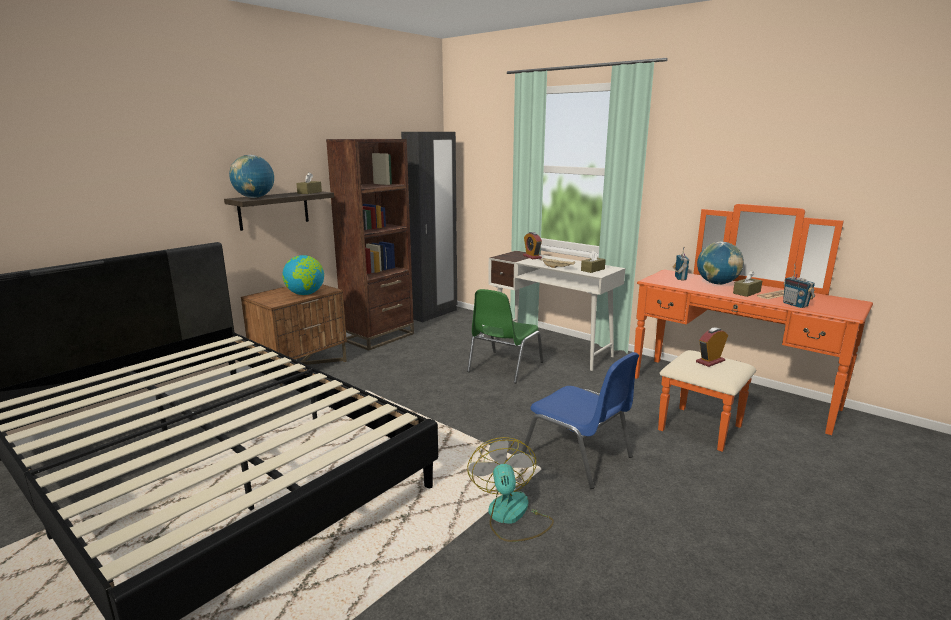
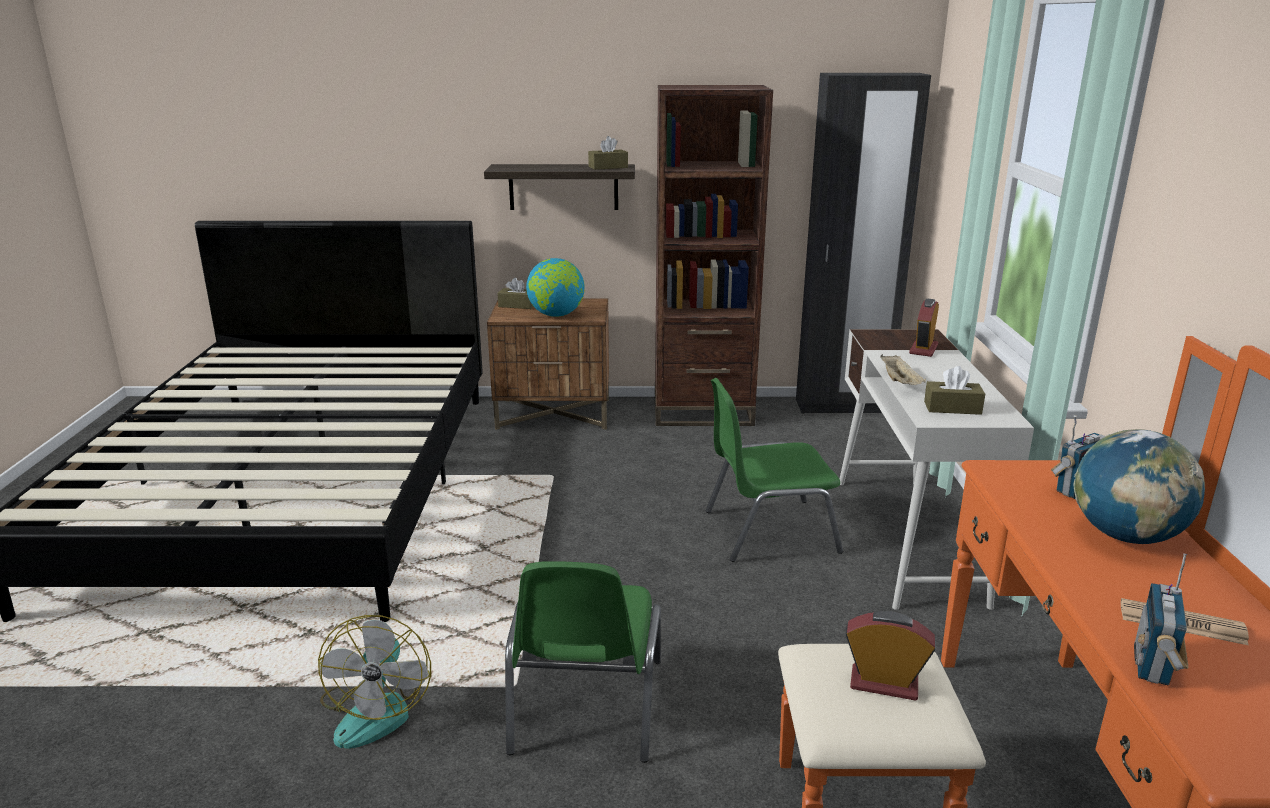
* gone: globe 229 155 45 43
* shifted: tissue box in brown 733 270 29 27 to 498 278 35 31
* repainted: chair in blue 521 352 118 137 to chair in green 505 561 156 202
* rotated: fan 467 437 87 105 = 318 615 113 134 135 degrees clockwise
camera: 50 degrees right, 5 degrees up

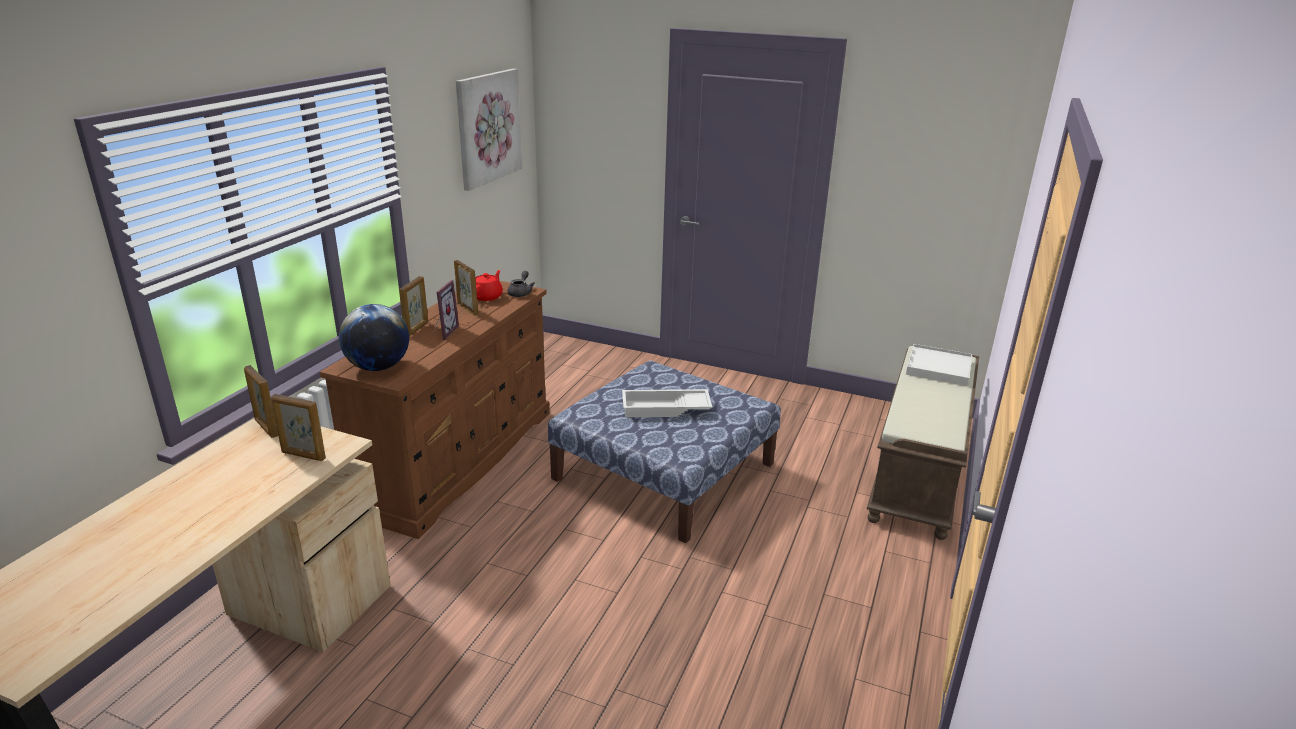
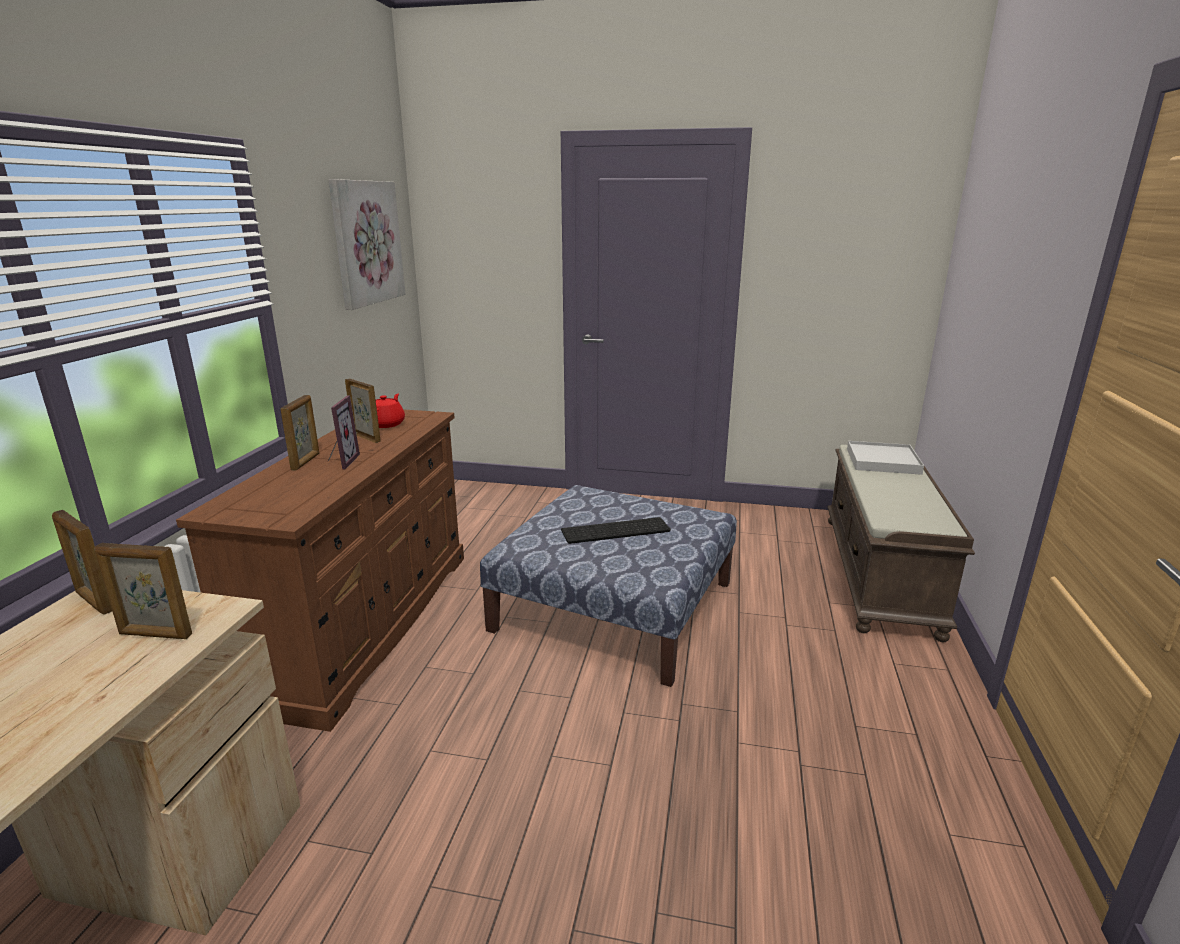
* gone: teapot in grey 507 271 28 26
* gone: globe 339 304 70 67
* swapped: tray in white 622 389 90 28 to keyboard 561 517 110 27
camera: 10 degrees left, 5 degrees down

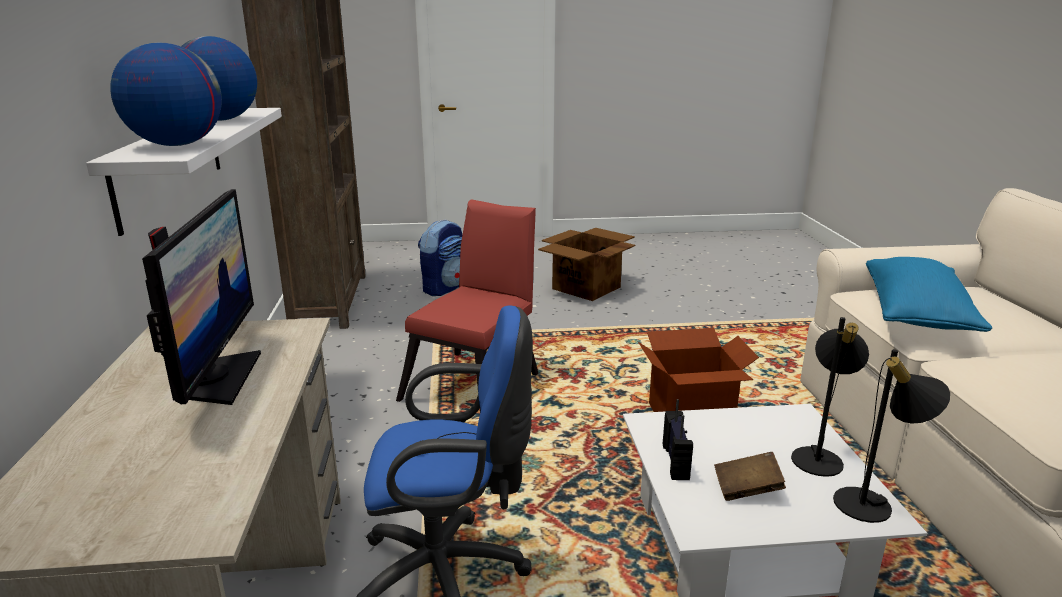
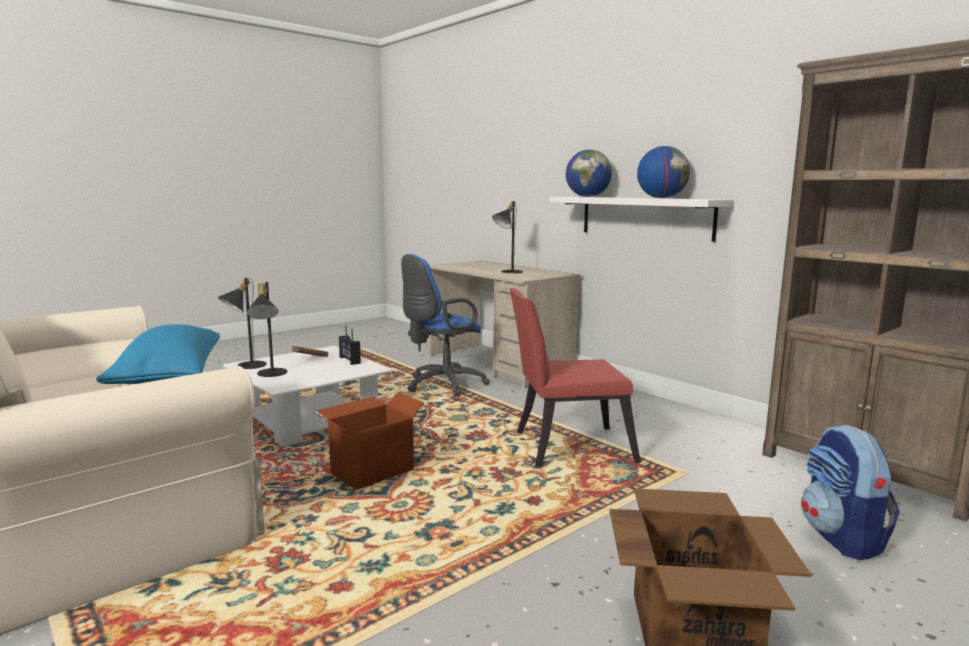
* swapped: monitor 142 189 119 216 to table lamp in black 492 201 31 72
* rotated: chair in red 396 199 143 213 = 510 288 131 179 90 degrees clockwise
camera: 145 degrees right, 10 degrees down

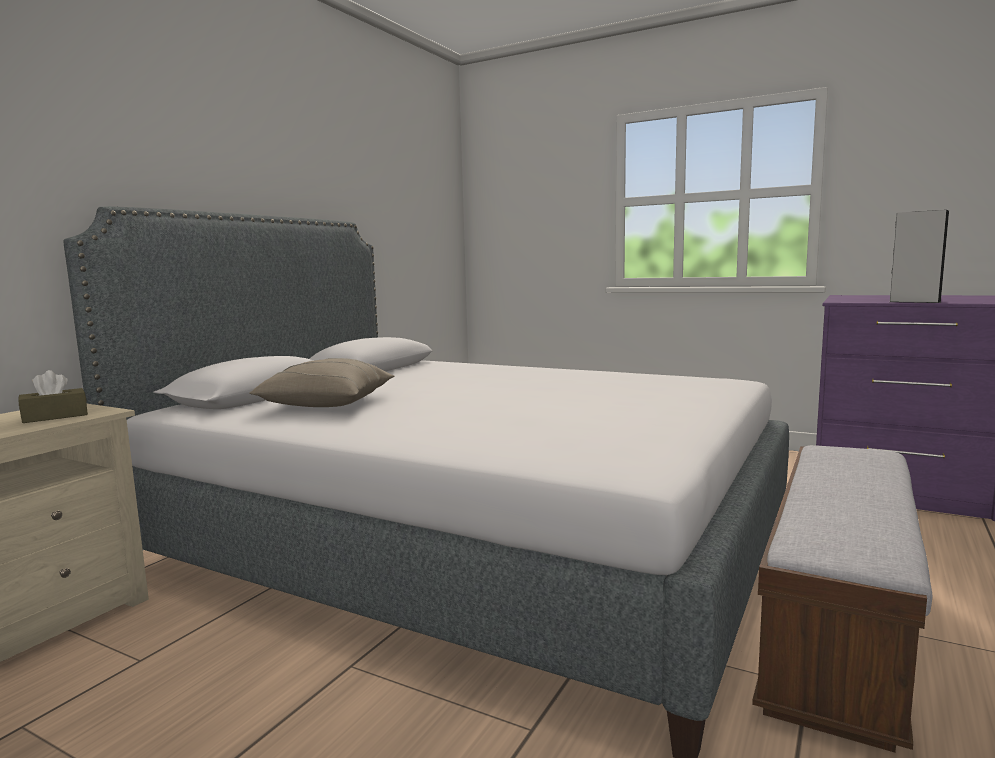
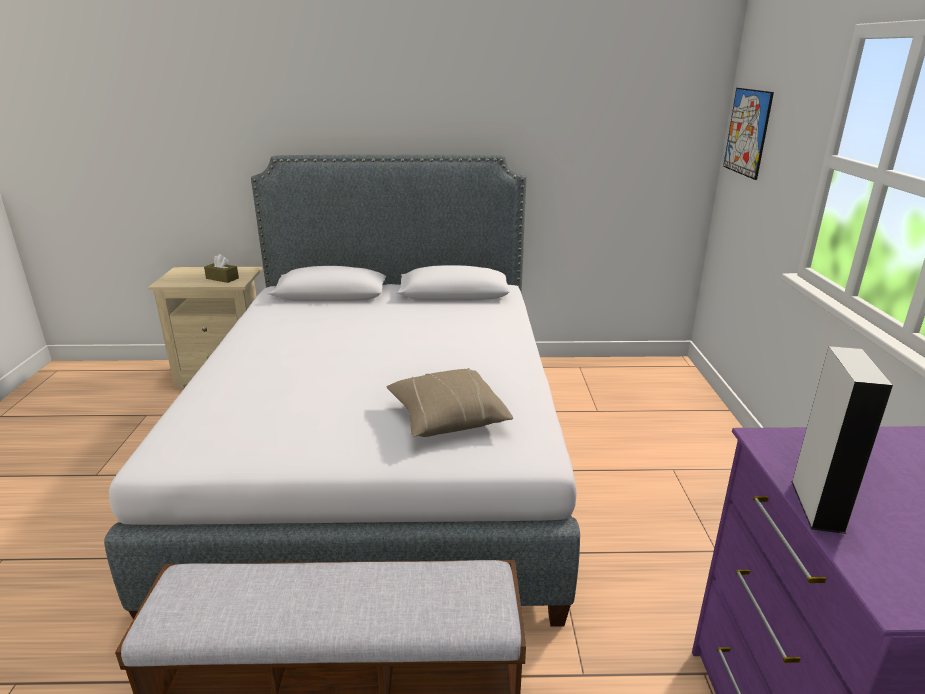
* shifted: pillow in beige 250 358 144 49 to 387 368 126 69
* new: picture 723 88 51 92
camera: 60 degrees right, 15 degrees up

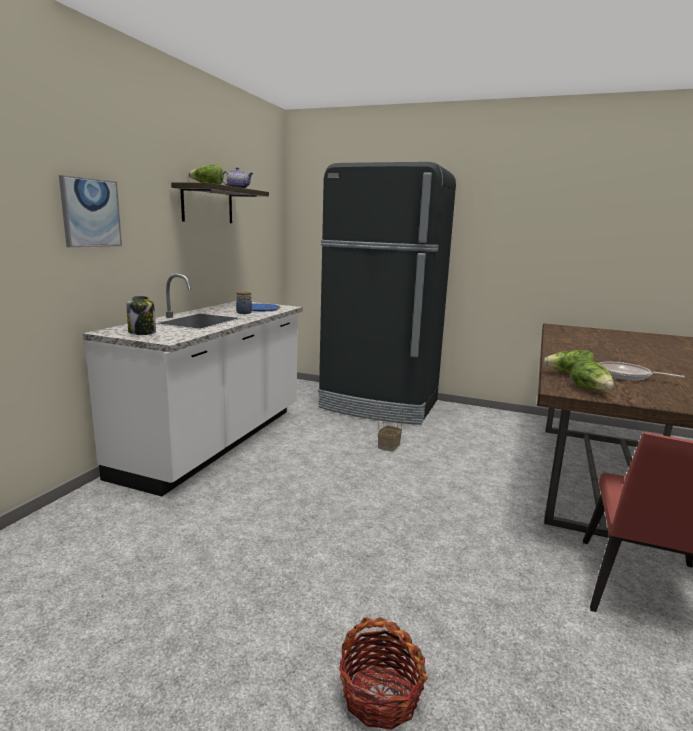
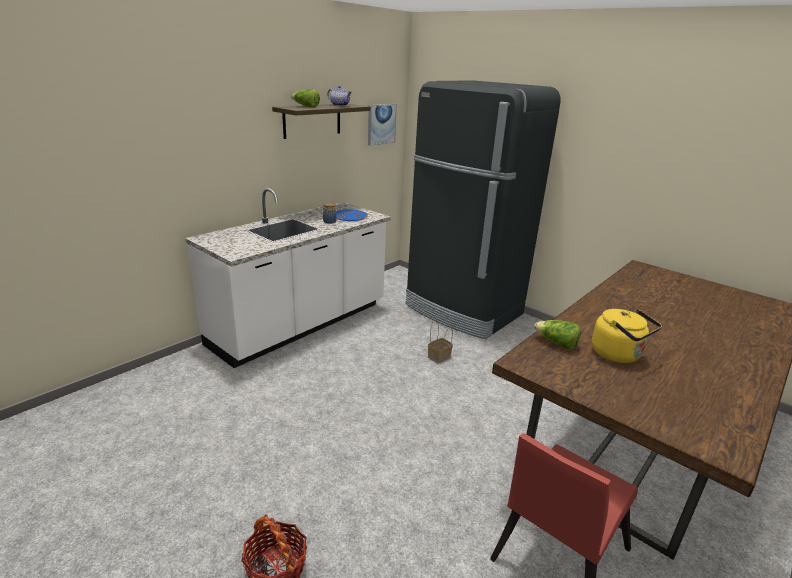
* shifted: picture 59 175 63 72 to 368 104 29 42
* gone: jar 126 296 30 39
* gone: lettuce 571 359 43 31
* swapped: frying pan 599 362 86 18 to kettle in yellow 592 309 70 54
camera: 20 degrees right, 10 degrees up

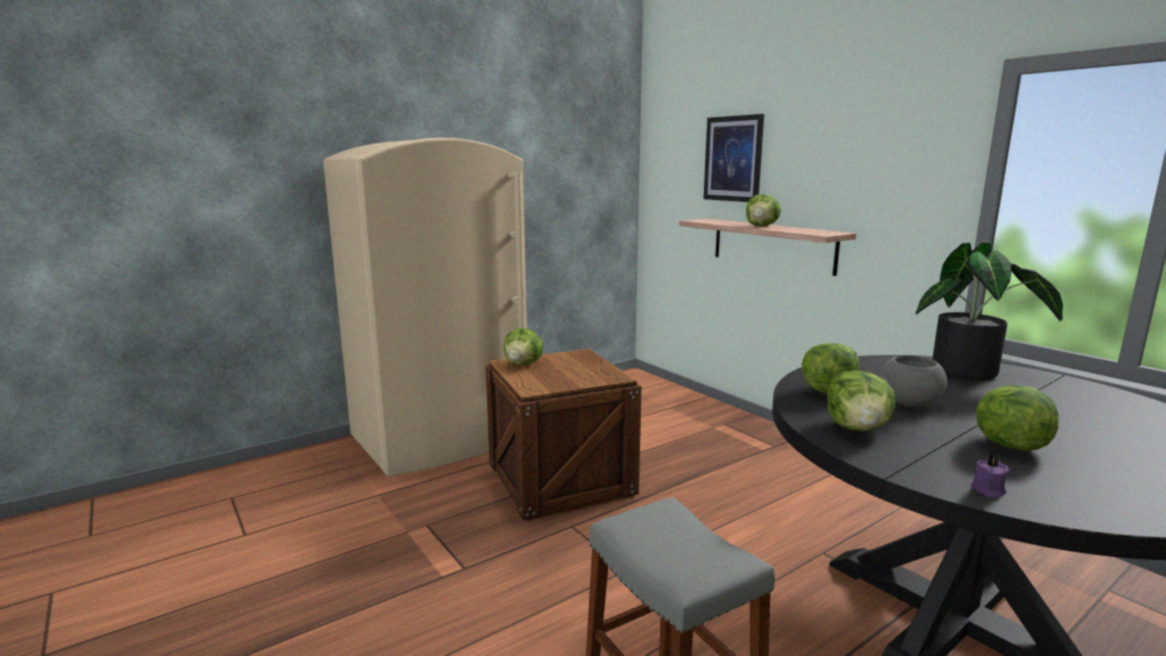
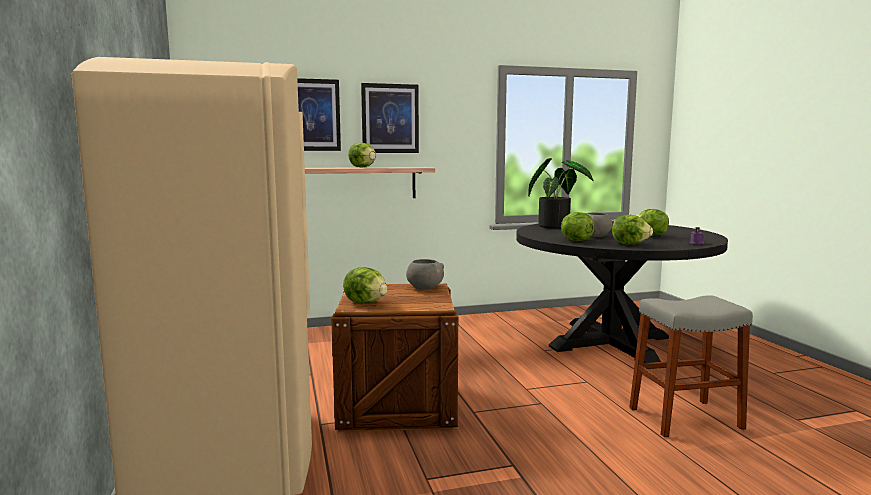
* new: picture 361 83 58 70
* new: bowl in grey 406 259 38 31
camera: 70 degrees left, 5 degrees down

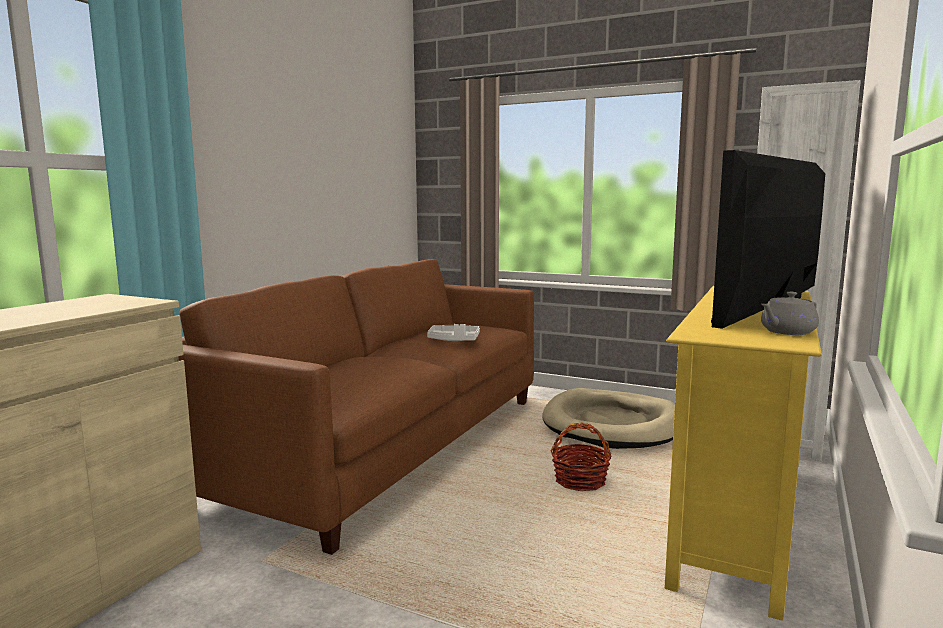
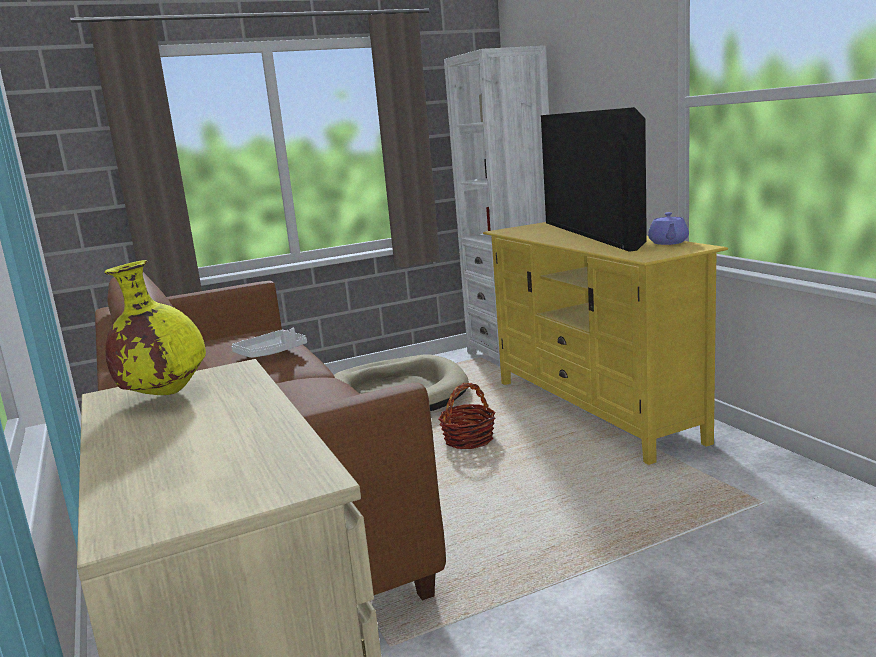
* repainted: teapot in grey 761 292 58 43 to teapot in purple 648 212 41 33
* new: vase in yellow 104 260 102 135
camera: 50 degrees left, 5 degrees up

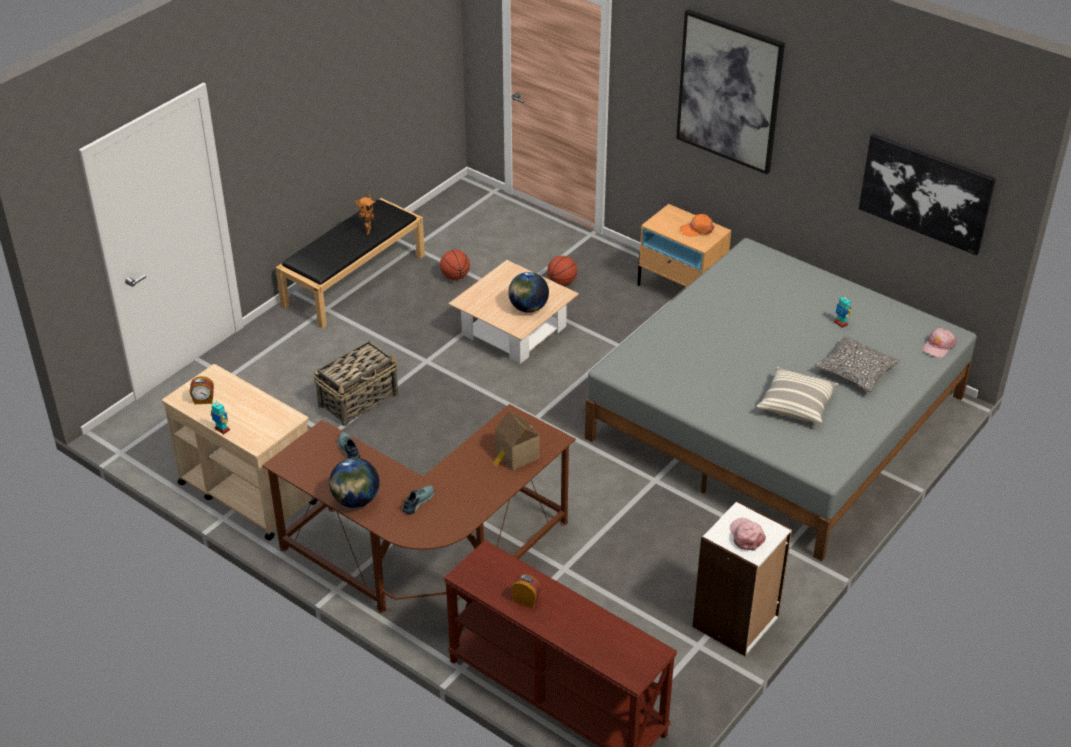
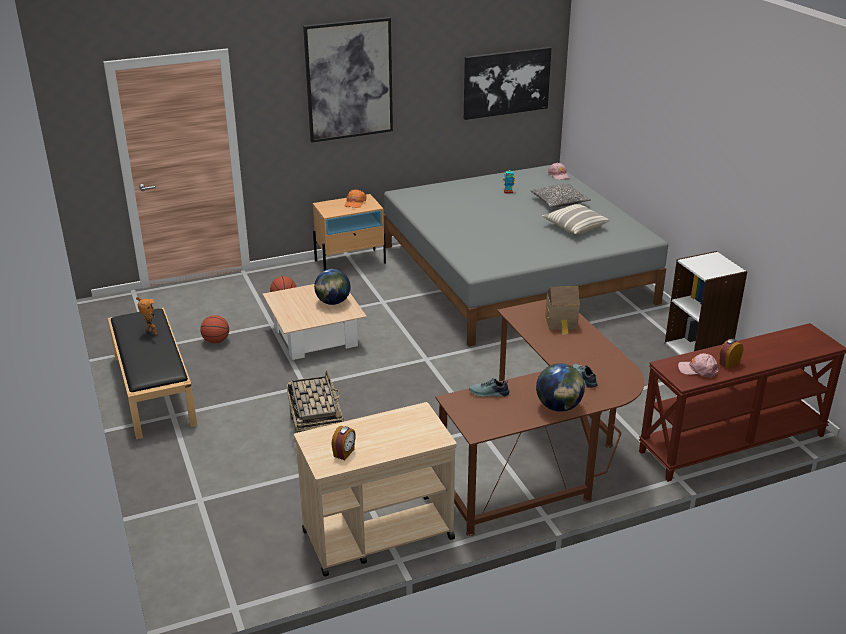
* gone: toy robot 210 401 20 33
* shifted: cap in pink 730 518 36 33 to 678 353 41 24
camera: 60 degrees left, 10 degrees down

